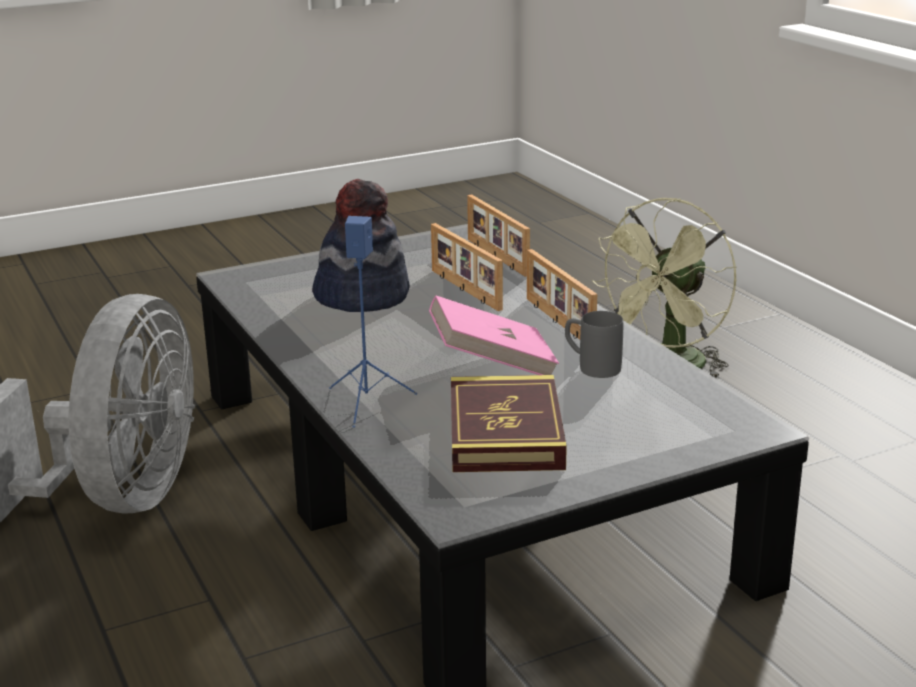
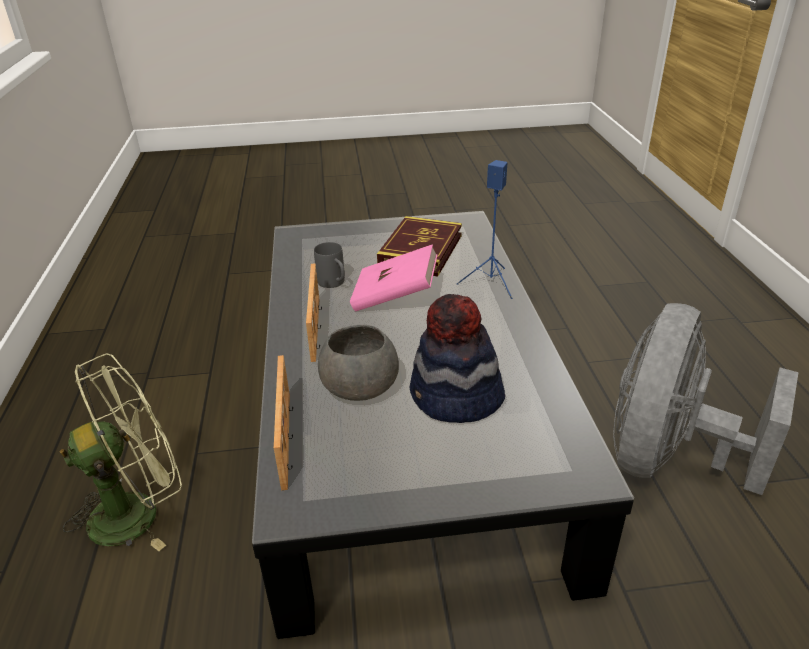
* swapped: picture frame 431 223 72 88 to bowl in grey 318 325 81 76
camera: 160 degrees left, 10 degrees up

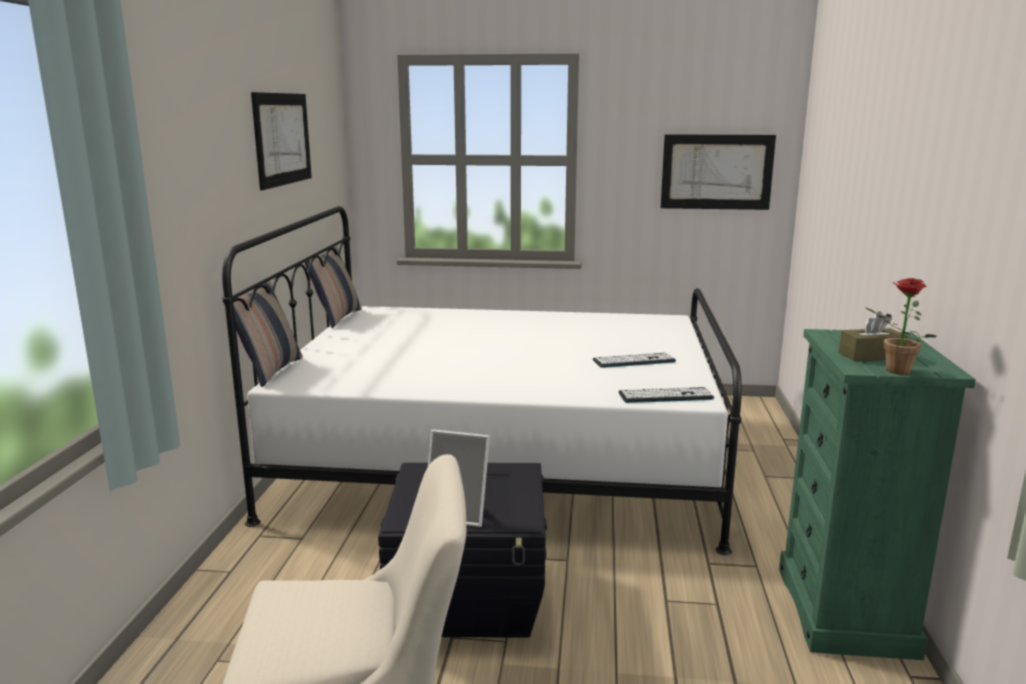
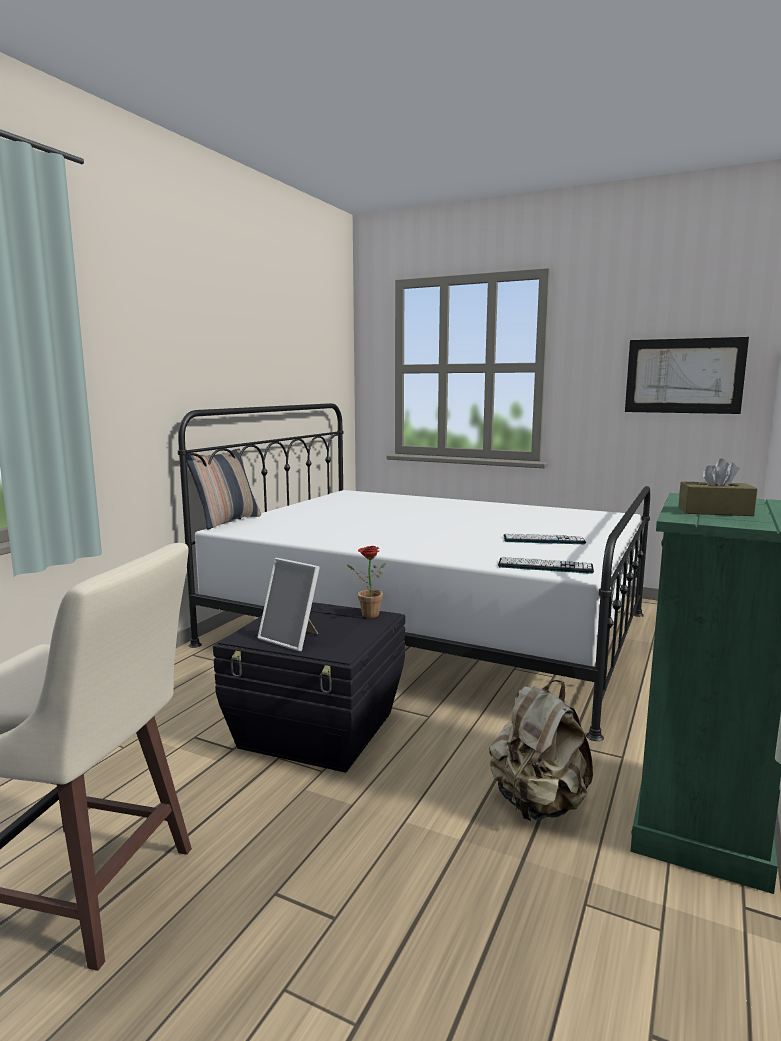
* gone: picture 251 92 61 98
* gone: pillow 305 246 57 82
* shifted: potted plant 866 278 70 97 to 347 546 39 72
* new: backpack in beige 489 680 104 141
camera: 20 degrees right, 5 degrees down

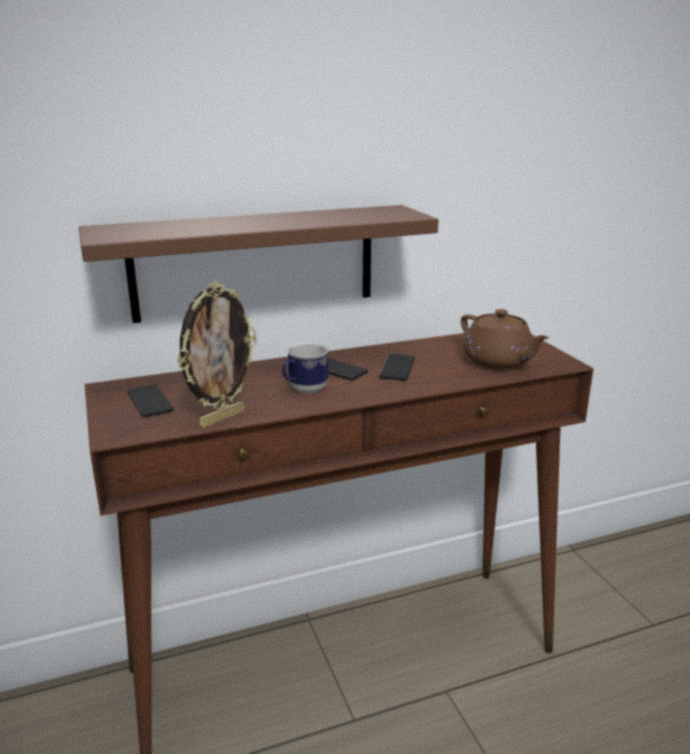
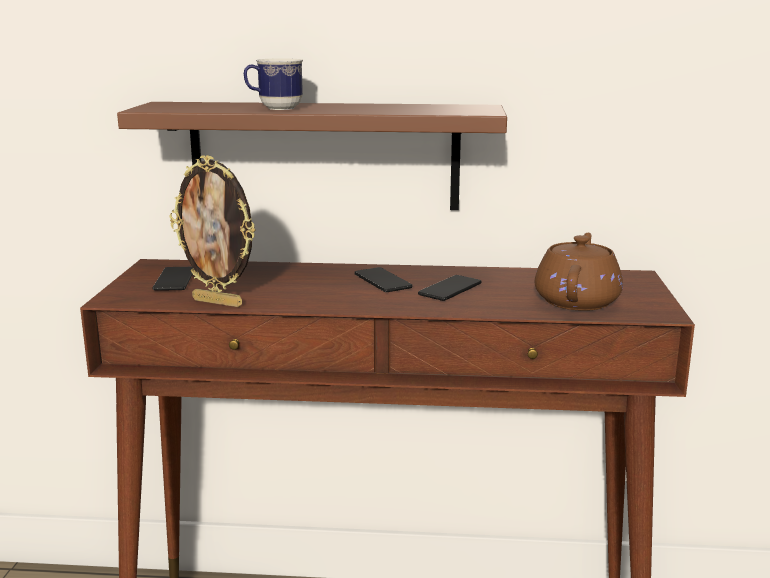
* rotated: picture frame 177 282 80 146 = 169 155 86 152 45 degrees clockwise
* rotated: teapot in brown 461 309 88 61 = 535 233 88 78 150 degrees counterclockwise
* shifted: mug 282 342 47 52 to 244 58 59 52
camera: 25 degrees right, 5 degrees down

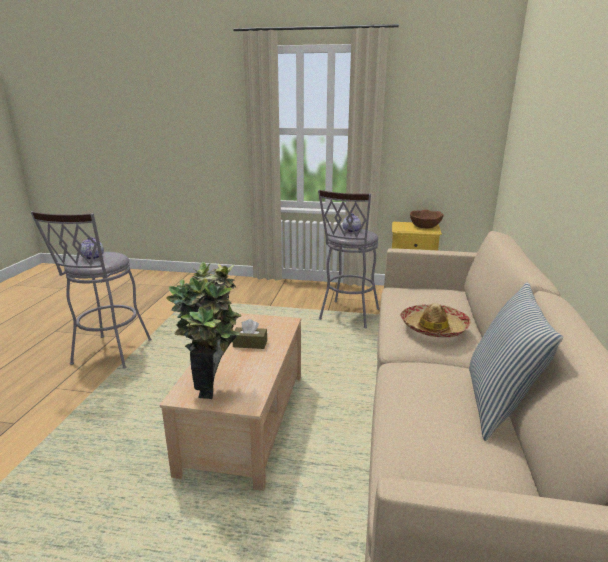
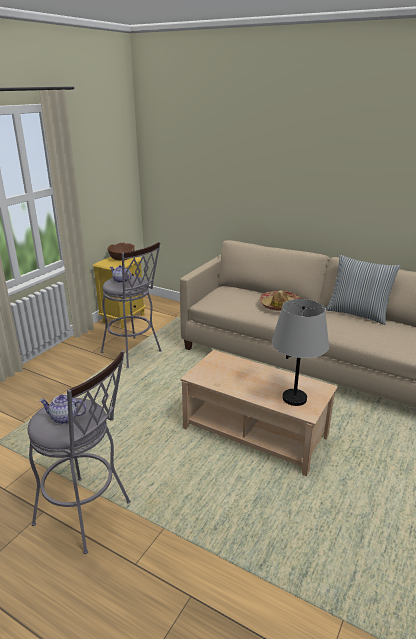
* swapped: potted plant 166 262 75 137 to table lamp in grey 272 299 57 107
* gone: tissue box in brown 233 319 34 30
camera: 70 degrees left, 5 degrees up

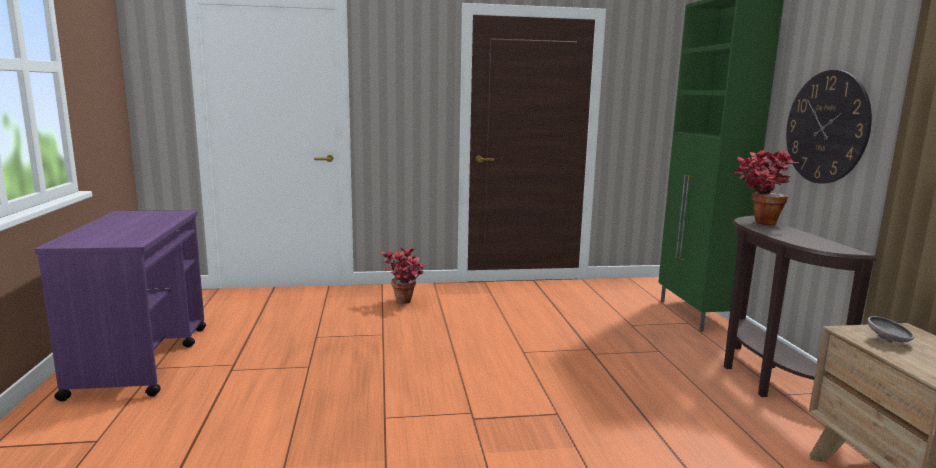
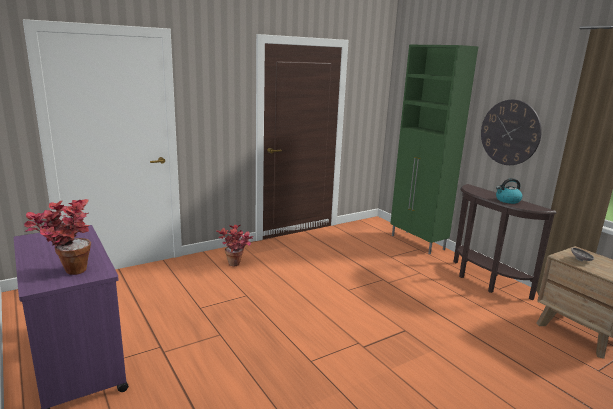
* shifted: potted plant 733 150 65 75 to 24 199 67 76
* new: kettle 496 178 26 26
camera: 25 degrees left, 5 degrees up

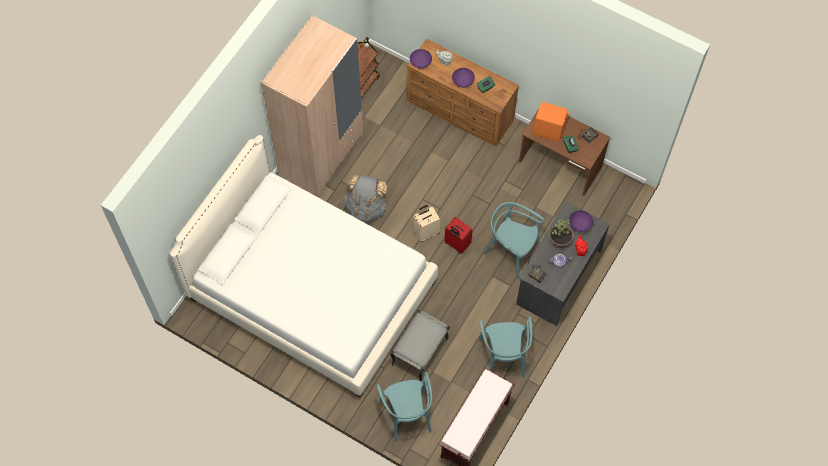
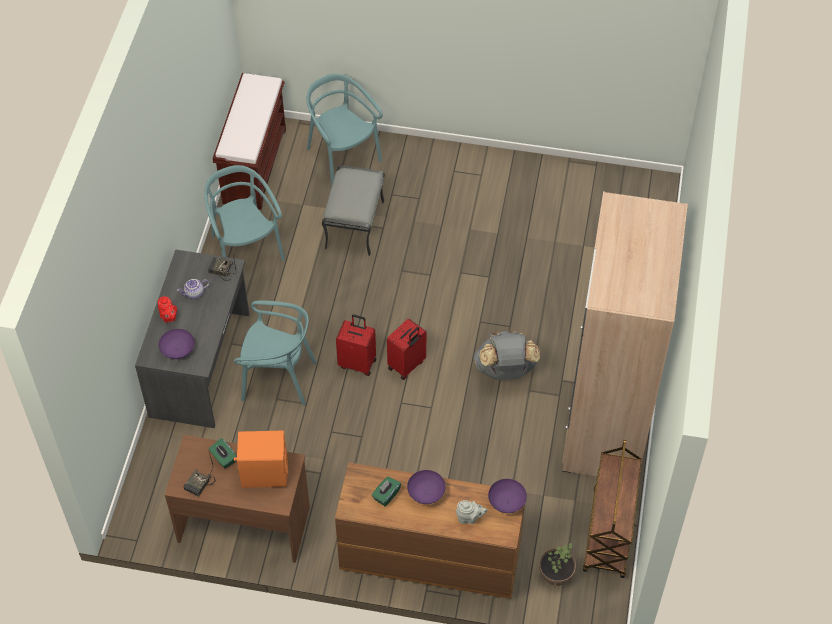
* gone: bed in white 170 135 268 262
* repainted: suitcase in beige 413 205 27 37 to suitcase in red 387 319 39 61
* shifted: potted plant 549 219 24 29 to 539 543 37 45
camera: 160 degrees right, 10 degrees down

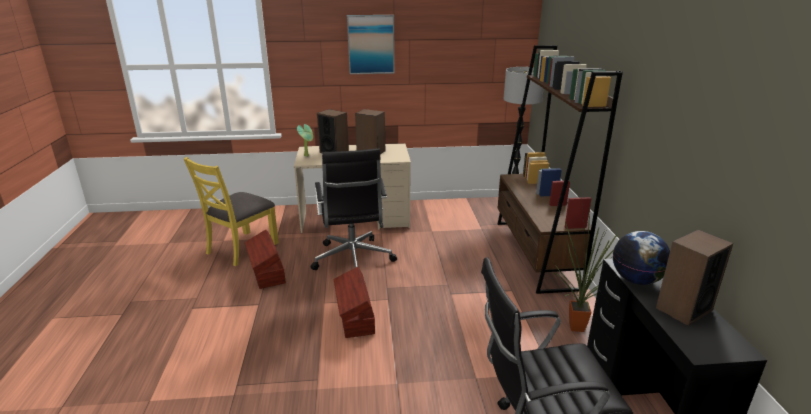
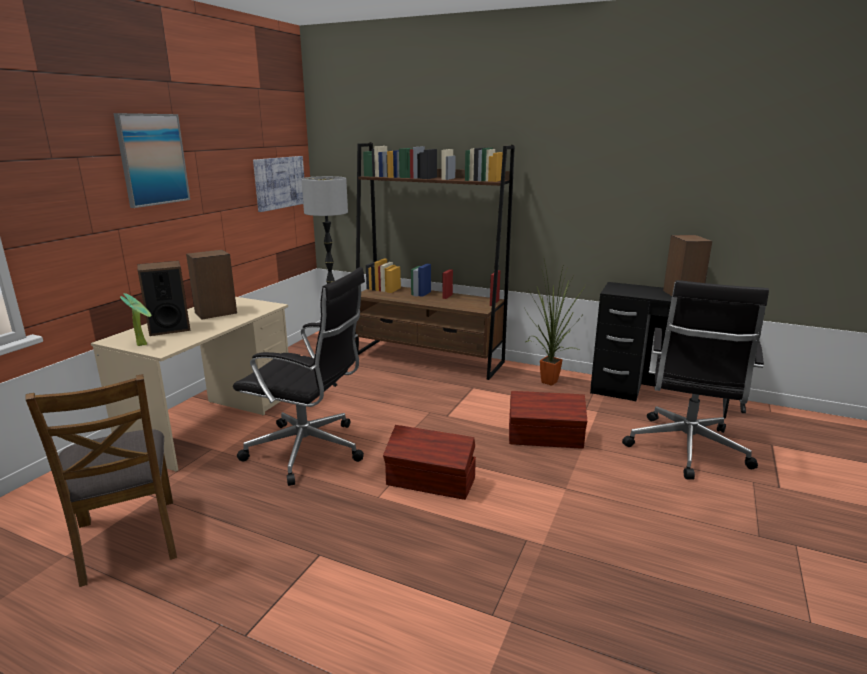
* repainted: chair in yellow 184 157 95 109 to chair in brown 25 374 152 213
* shifted: storage box in brown 245 230 41 59 to 509 391 78 58
* gone: globe 613 231 57 54
* new: picture 253 156 51 56
camera: 60 degrees left, 5 degrees down

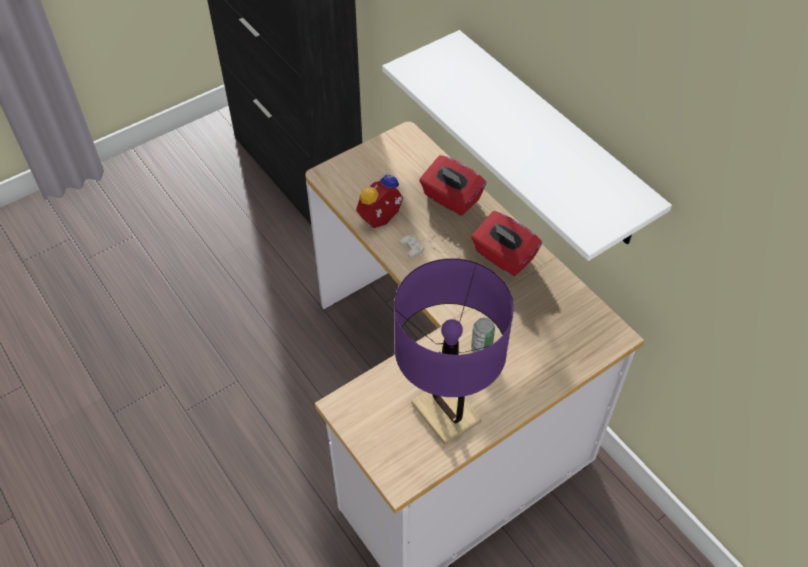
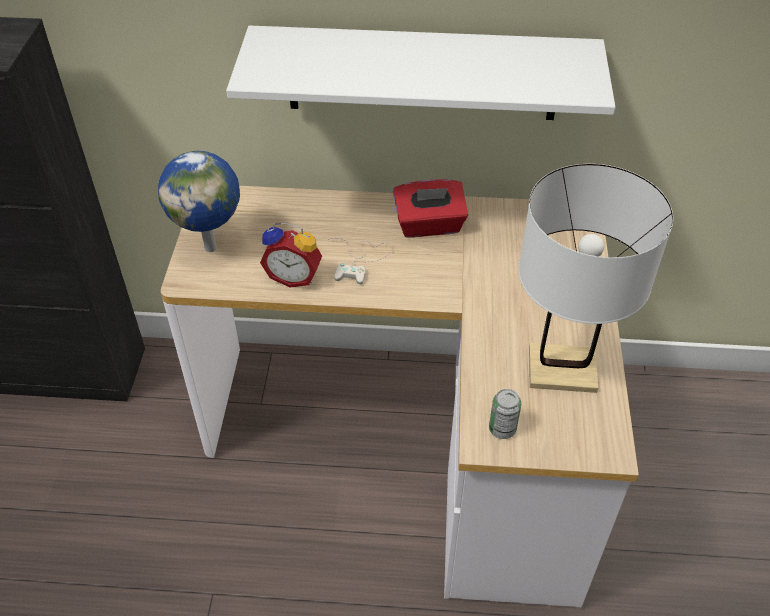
* gone: tissue box in red 419 155 67 61
* rotated: alarm clock 356 173 47 55 = 260 223 62 65 75 degrees counterclockwise
* repainted: table lamp in purple 394 258 120 187 to table lamp in white 519 164 154 229
* shifted: can 471 318 24 34 to 489 389 32 50
* new: globe 158 151 82 101
camera: 50 degrees left, 5 degrees down

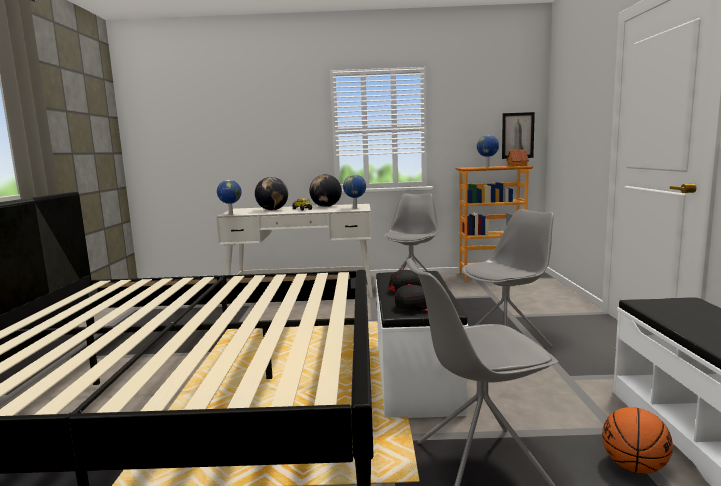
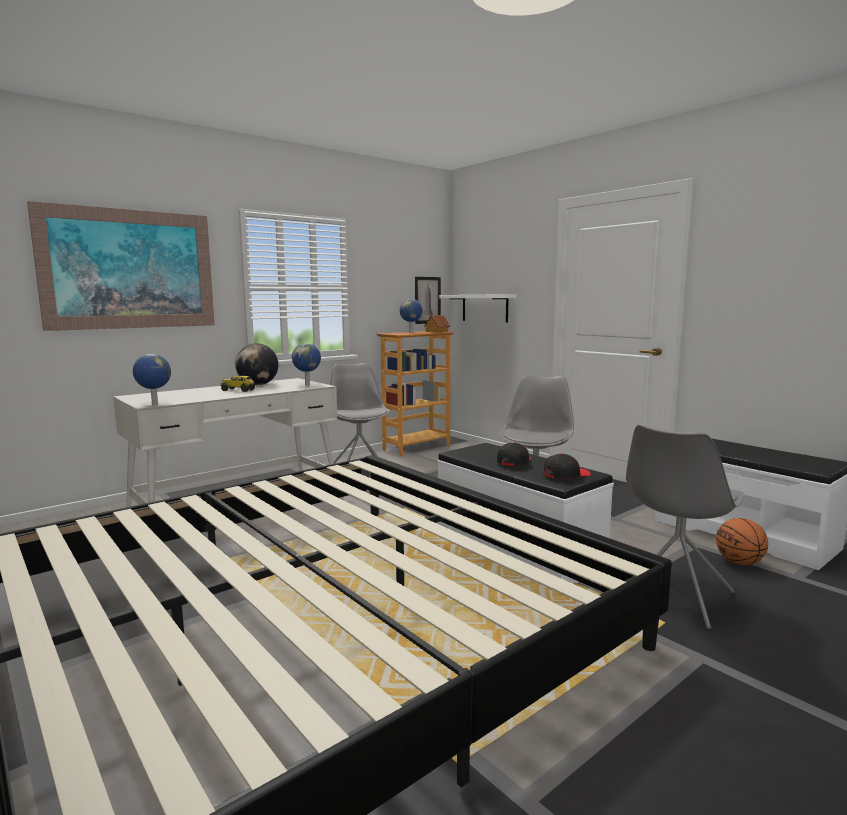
* gone: globe 255 177 33 33
* new: picture 27 201 188 130
* new: shelf in white 439 295 77 27
camera: 40 degrees left, 0 degrees up

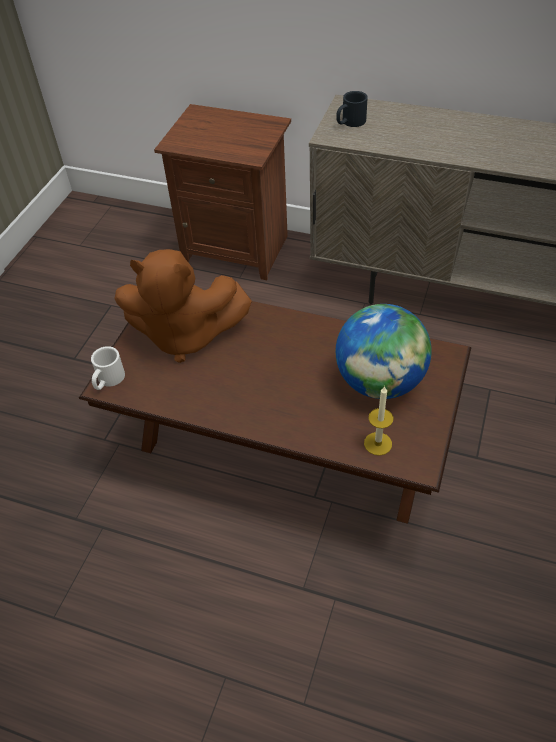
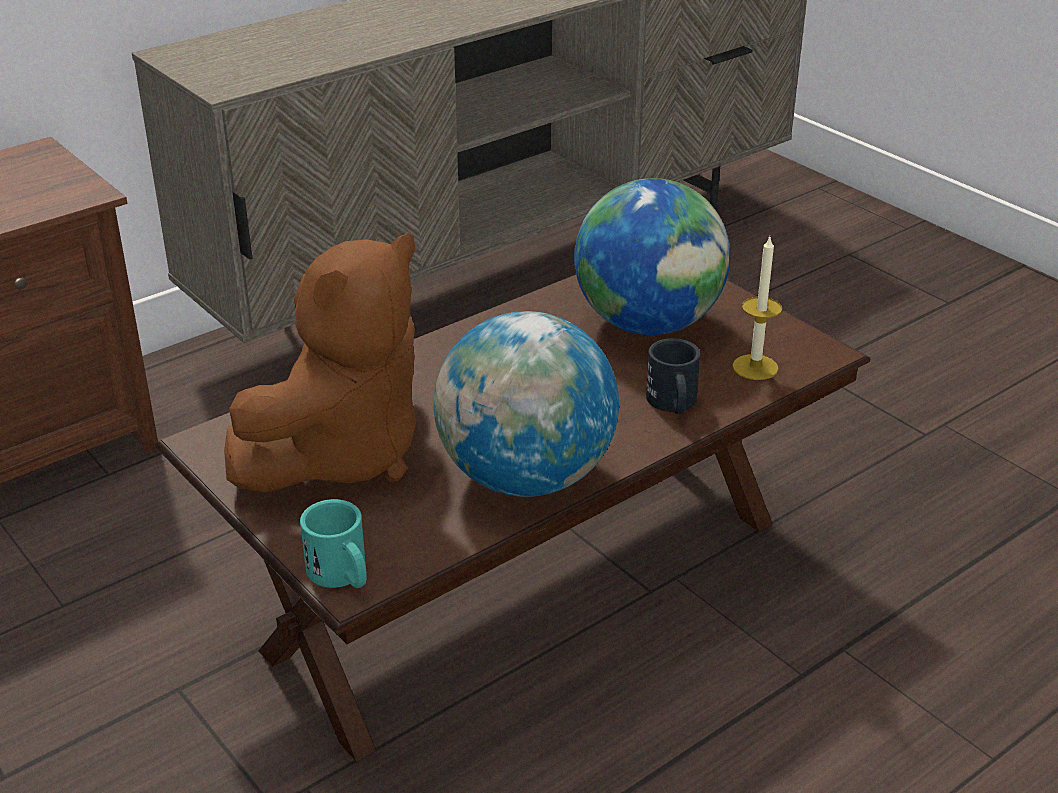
* shifted: mug in black 336 91 32 36 to 646 338 54 76
* repainted: mug in white 91 346 34 44 to mug in turquoise 300 499 66 89
* new: globe 434 311 185 186
camera: 60 degrees left, 15 degrees down

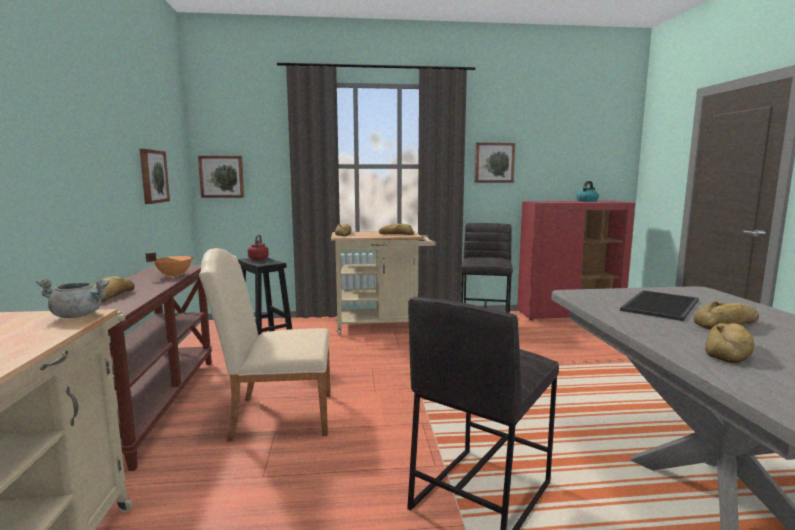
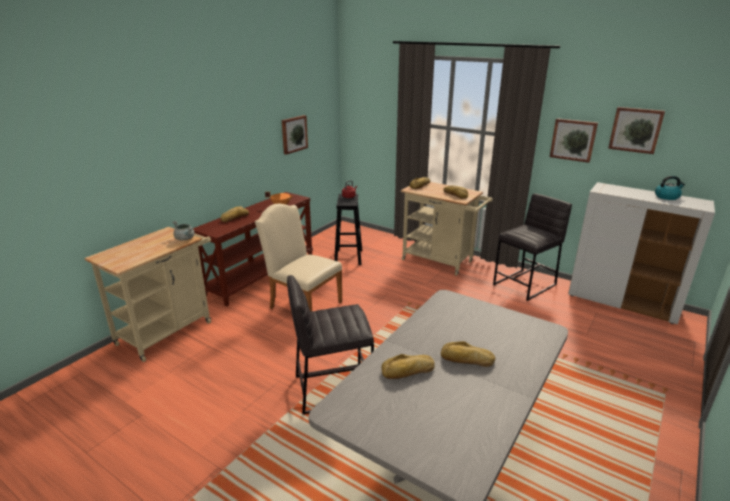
* shifted: picture 198 156 46 42 to 608 107 57 47
* repainted: cabinet in red 517 201 118 119 to cabinet in white 568 182 147 143
* gone: tray 620 290 79 31
camera: 40 degrees right, 15 degrees up

